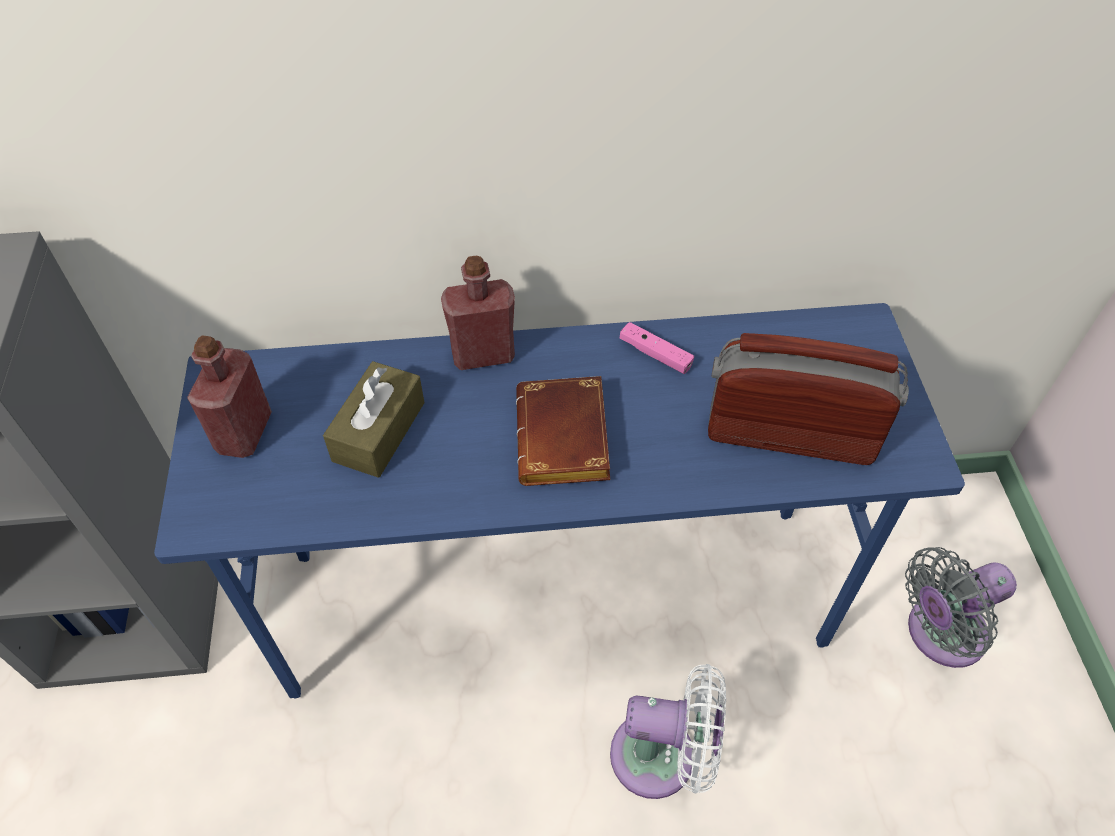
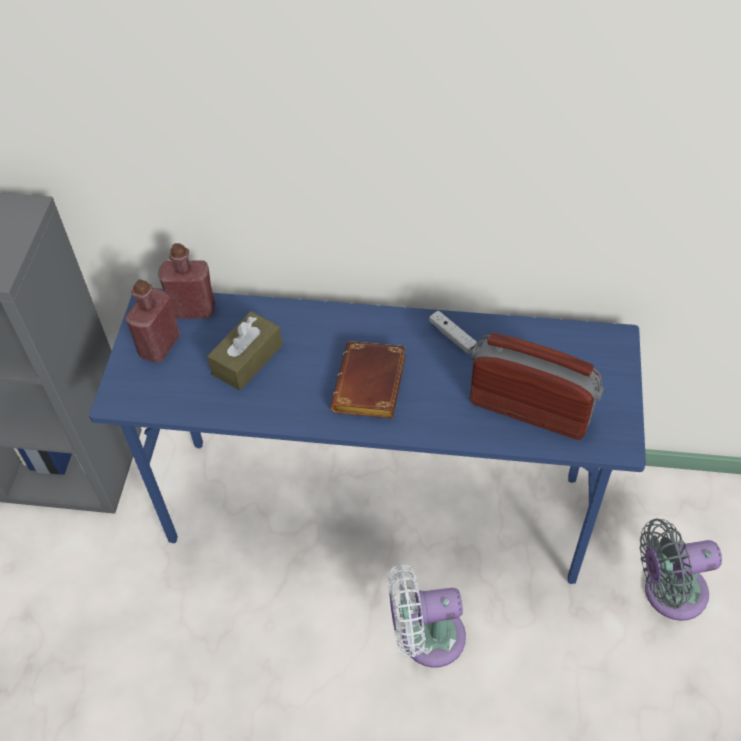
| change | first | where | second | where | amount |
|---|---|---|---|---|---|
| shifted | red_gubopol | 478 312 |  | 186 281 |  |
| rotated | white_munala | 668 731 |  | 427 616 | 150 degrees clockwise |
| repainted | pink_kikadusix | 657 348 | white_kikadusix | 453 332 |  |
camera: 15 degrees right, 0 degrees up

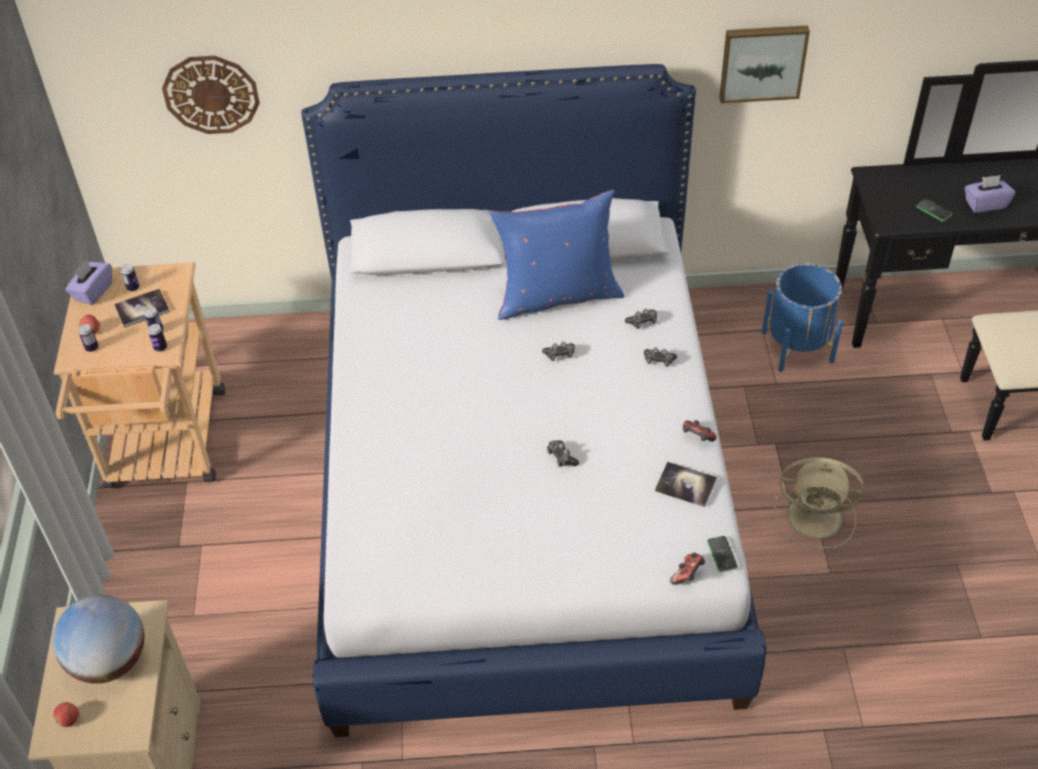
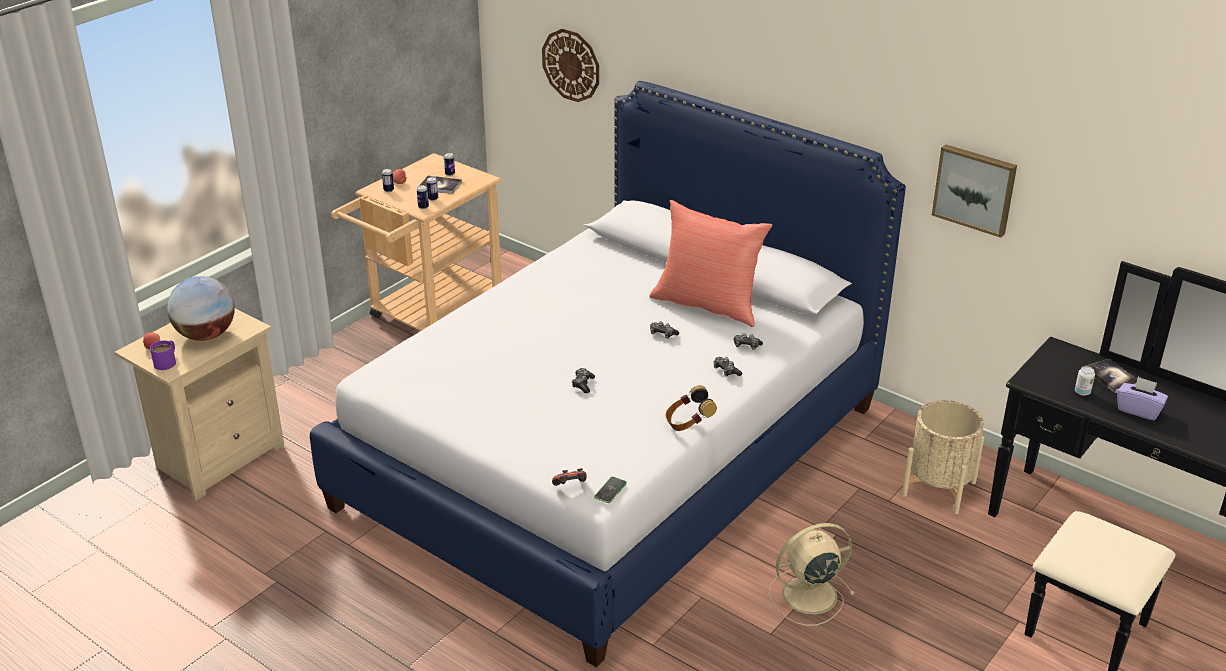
| change | first | where | second | where | amount |
|---|---|---|---|---|---|
| new |  |  | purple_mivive | 163 355 |  |
| repainted | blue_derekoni | 556 255 | red_derekoni | 711 263 |  |
| swapped | kikadusix | 700 431 | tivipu | 691 408 |  |
| rotated | beige_munala | 819 503 |  | 812 574 | 105 degrees clockwise |
| repainted | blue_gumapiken | 802 317 | beige_gumapiken | 943 457 |  |
| swapped | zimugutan | 934 210 | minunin | 1085 381 |  |
| shifted | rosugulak | 686 484 |  | 1111 376 |  |
| gone | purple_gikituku | 88 282 |  |  |  |
camera: 40 degrees right, 15 degrees down

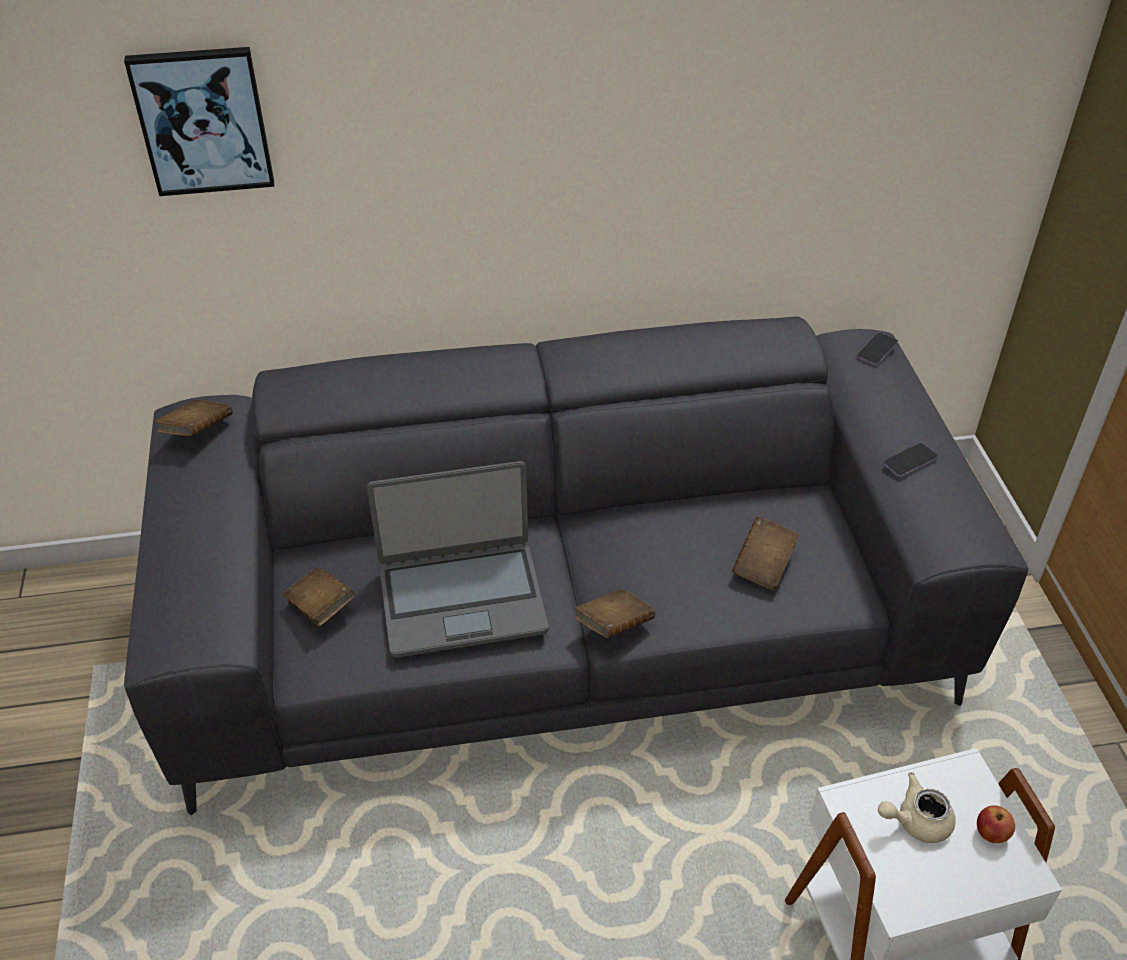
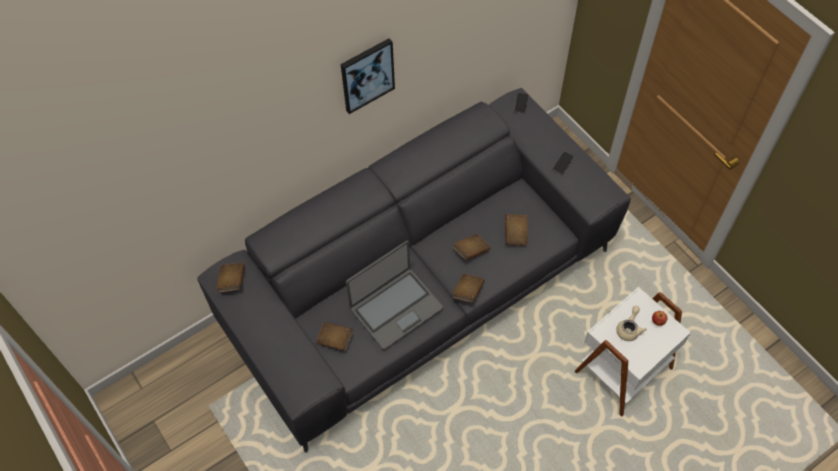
| change | first | where | second | where | amount |
|---|---|---|---|---|---|
| shifted | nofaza | 199 121 |  | 368 76 |  |
| new |  |  | brown_rosugulak | 471 247 |  |
| rotated | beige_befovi | 917 807 |  | 631 323 | 150 degrees clockwise |
camera: 25 degrees left, 15 degrees up

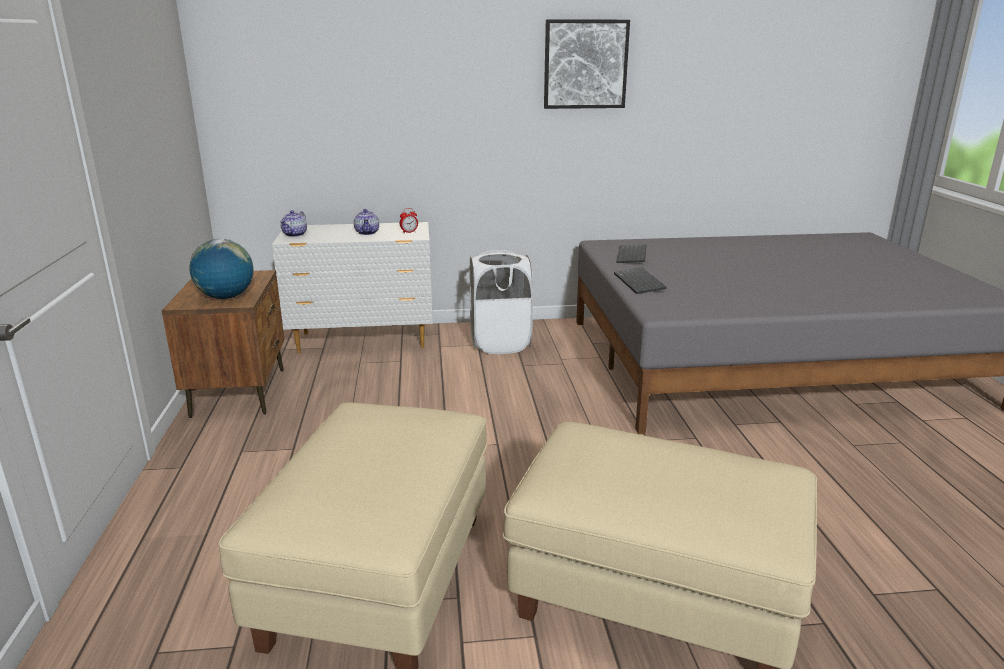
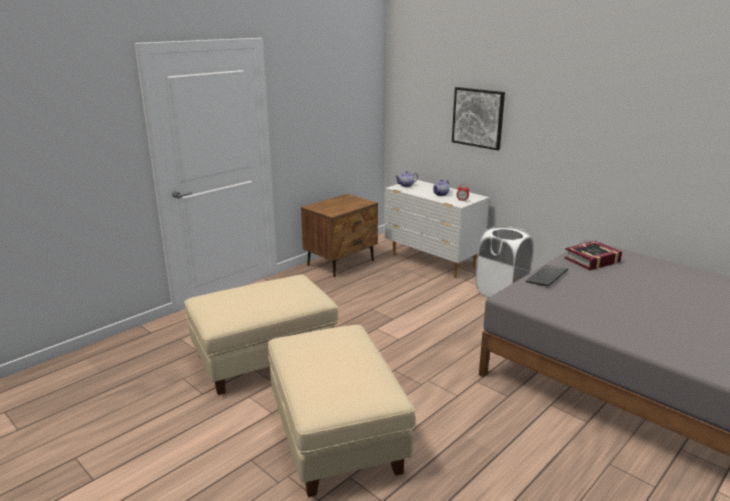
| change | first | where | second | where | amount |
|---|---|---|---|---|---|
| shifted | nofaza | 587 64 |  | 478 118 |  |
| swapped | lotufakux | 631 253 | rosugulak | 593 255 |  |
| gone | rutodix | 221 269 |  |  |  |
camera: 50 degrees right, 0 degrees up

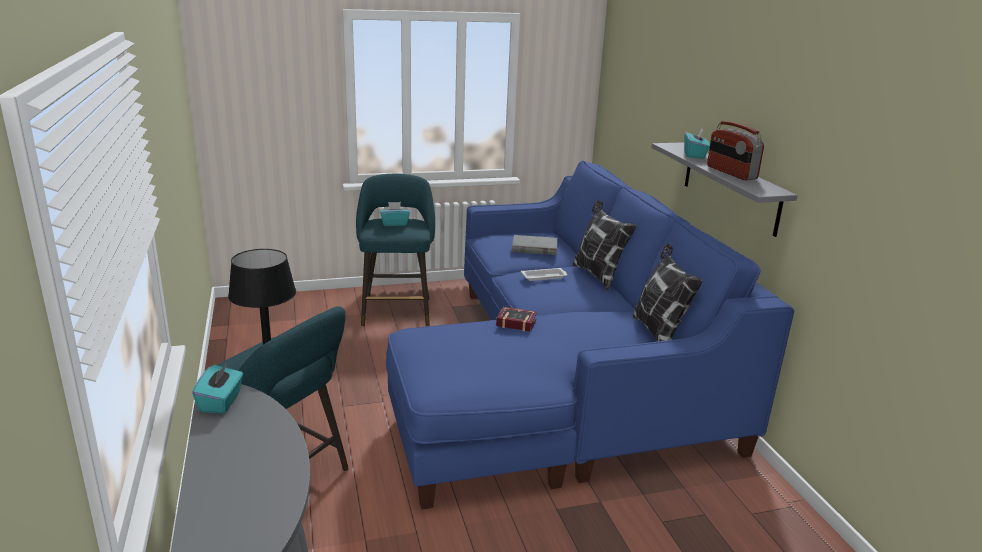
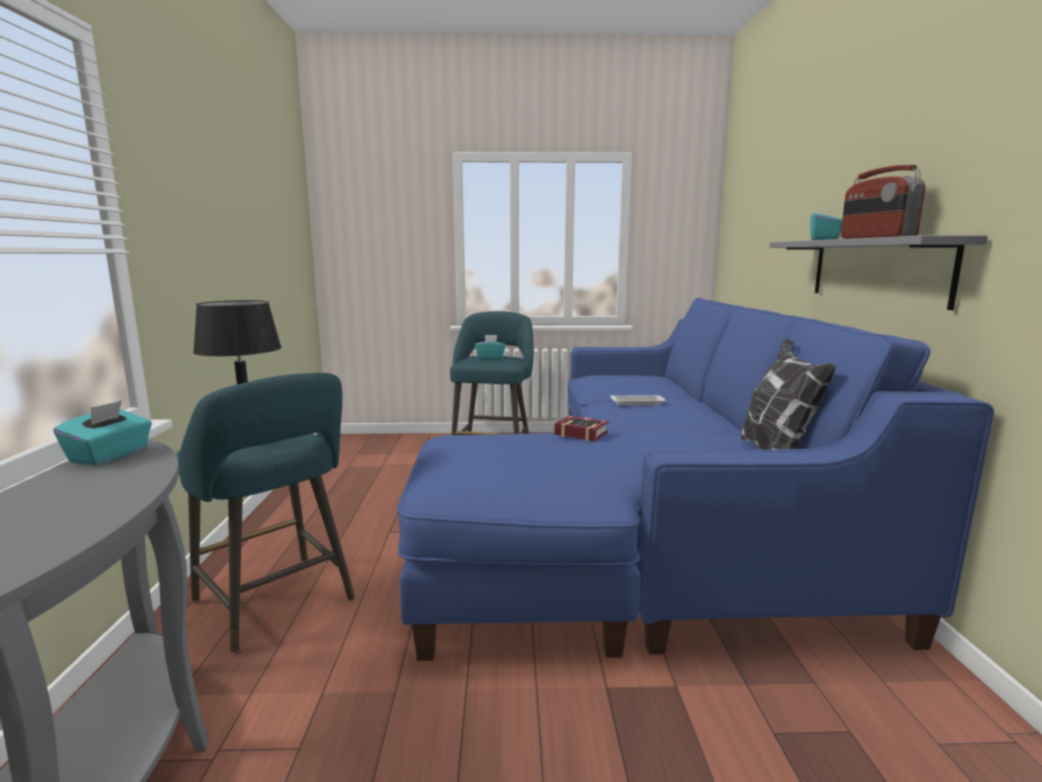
| change | first | where | second | where | amount |
|---|---|---|---|---|---|
| gone | grey_rosugulak | 534 245 |  |  |  |
| gone | derekoni | 604 245 |  |  |  |
camera: 15 degrees right, 10 degrees down

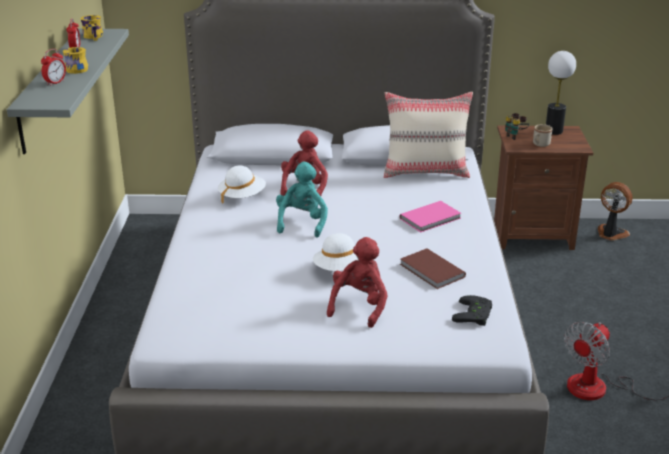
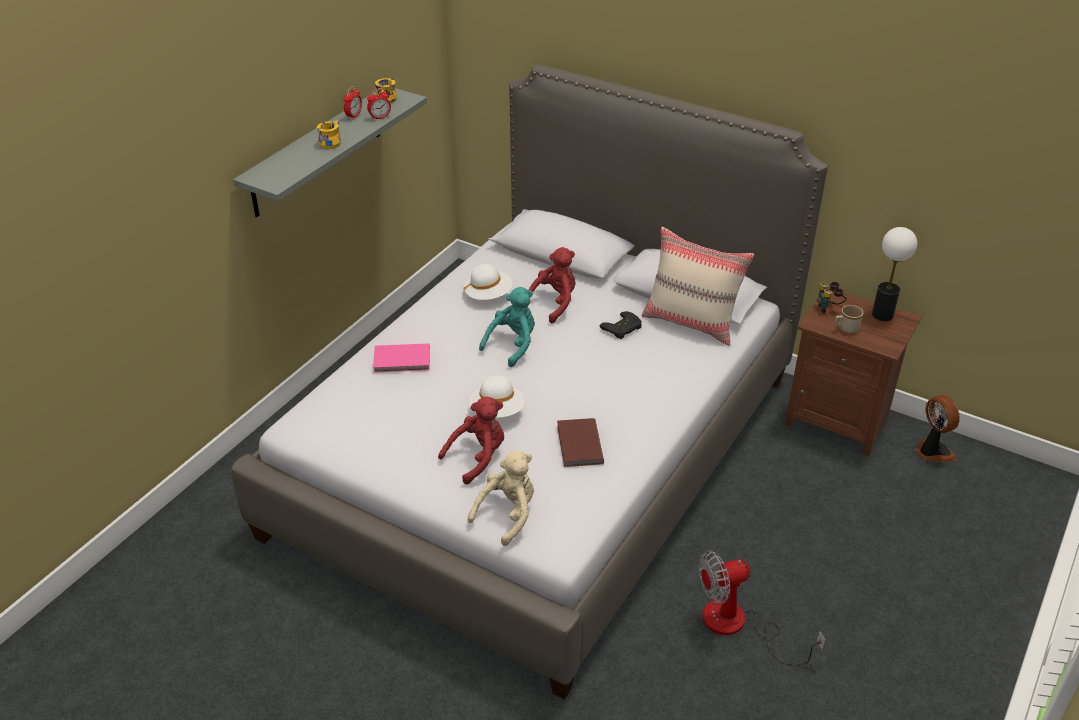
| change | first | where | second | where | amount |
|---|---|---|---|---|---|
| shifted | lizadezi | 53 67 |  | 379 104 |  |
| shifted | pink_rosugulak | 430 216 |  | 401 358 |  |
| new |  |  | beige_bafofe | 500 498 |  |
| shifted | black_kikadusix | 472 310 |  | 621 325 |  |
camera: 30 degrees right, 10 degrees up

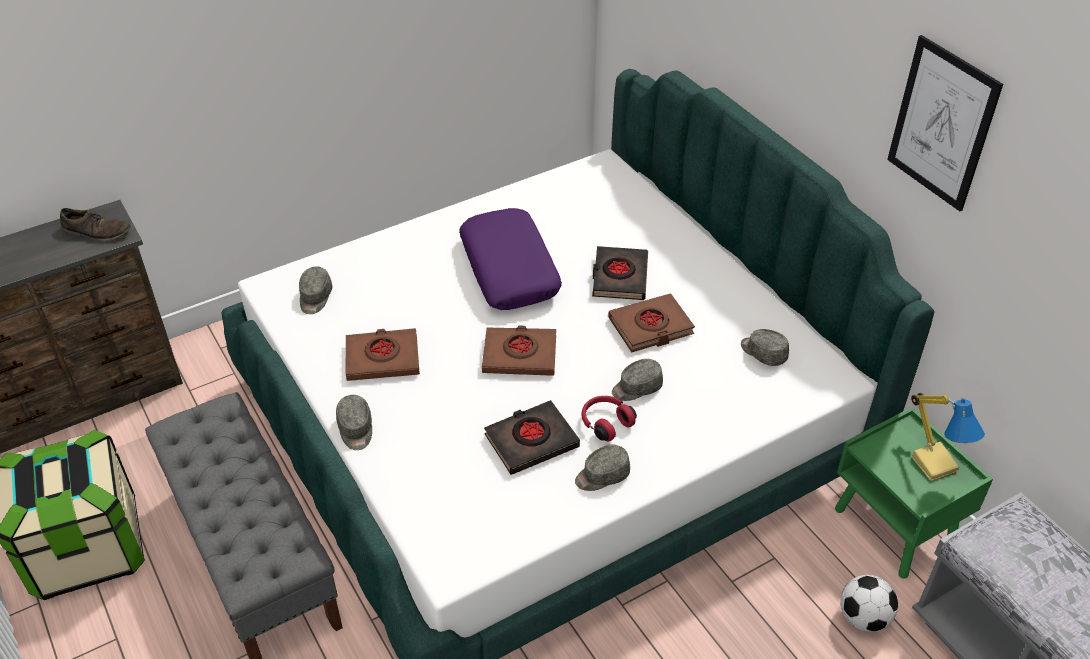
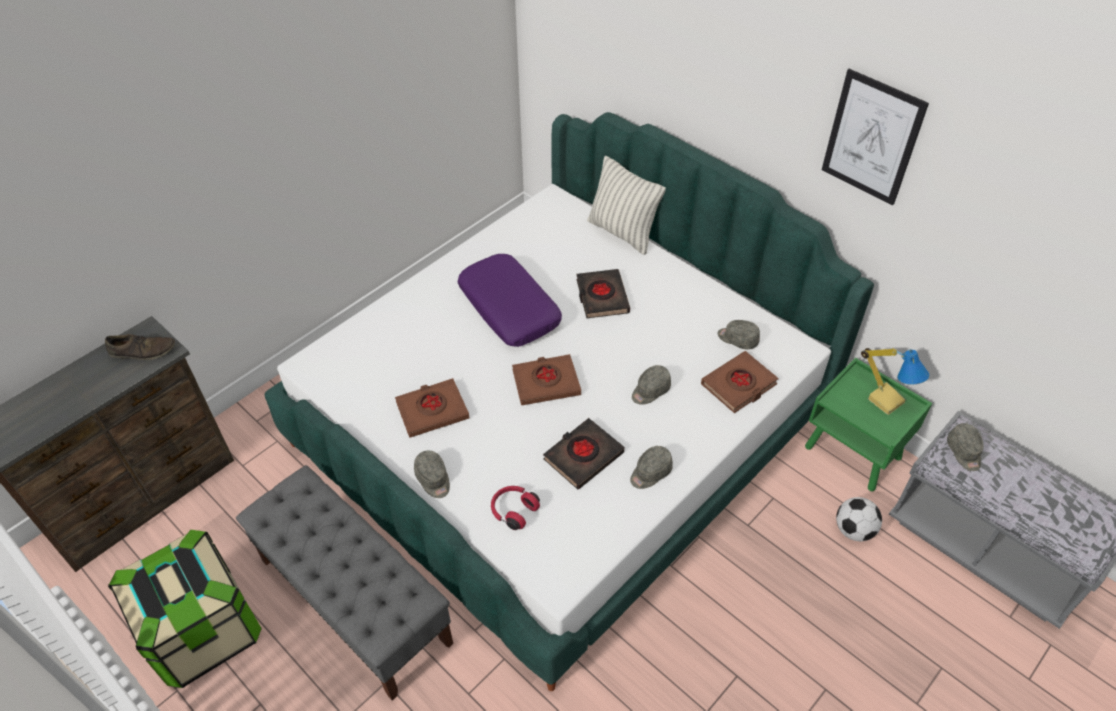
| change | first | where | second | where | amount |
|---|---|---|---|---|---|
| shifted | red_tivipu | 609 418 |  | 515 508 |  |
| new |  |  | derekoni | 626 205 |  |
| shifted | brown_rosugulak | 651 322 |  | 740 382 |  |
| shifted | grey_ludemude | 315 290 |  | 965 447 |  |
camera: 15 degrees left, 5 degrees up

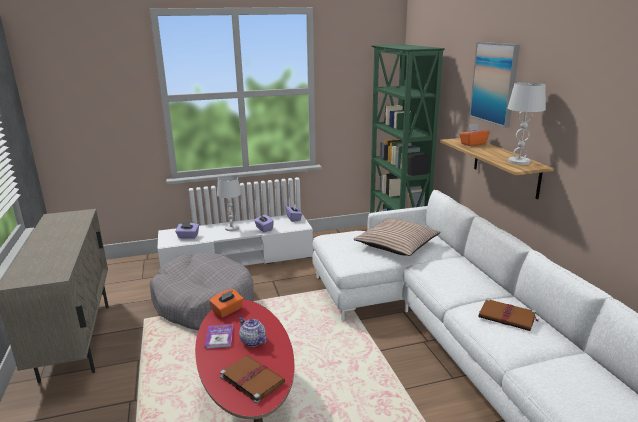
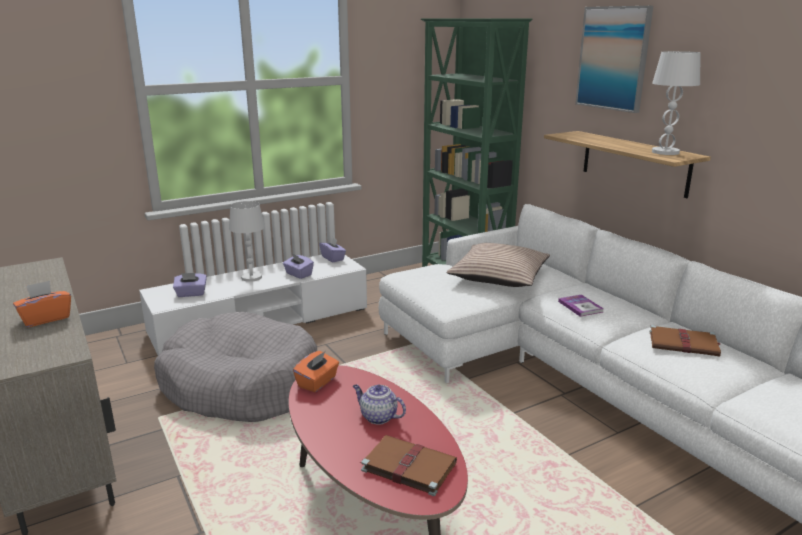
| change | first | where | second | where | amount |
|---|---|---|---|---|---|
| shifted | orange_gikituku | 474 134 |  | 42 304 |  |
| shifted | rosugulak | 219 336 |  | 581 305 |  |
camera: 15 degrees left, 0 degrees up

